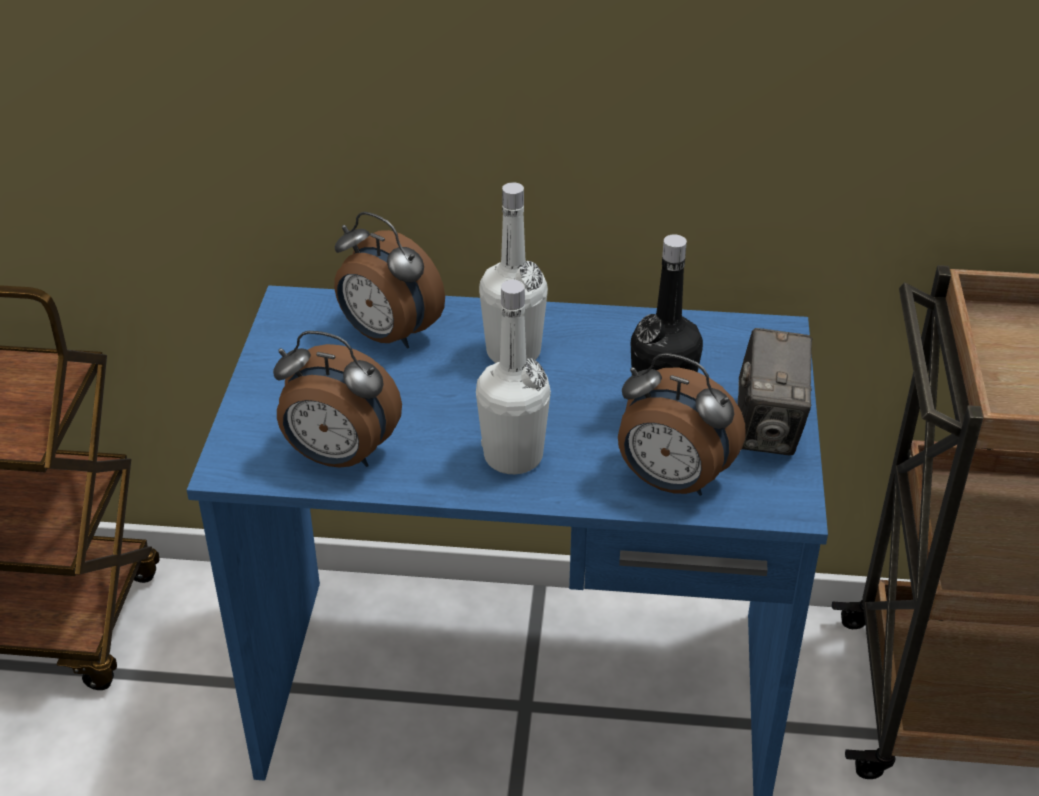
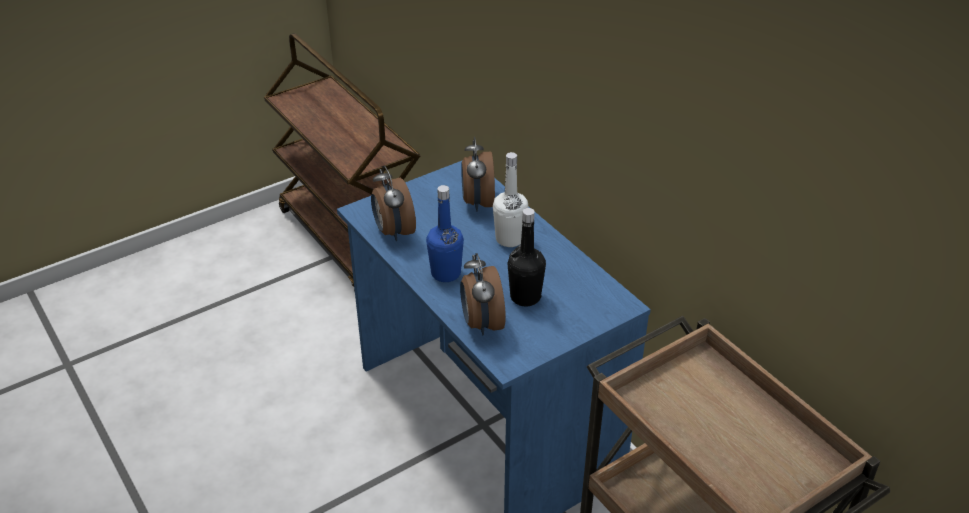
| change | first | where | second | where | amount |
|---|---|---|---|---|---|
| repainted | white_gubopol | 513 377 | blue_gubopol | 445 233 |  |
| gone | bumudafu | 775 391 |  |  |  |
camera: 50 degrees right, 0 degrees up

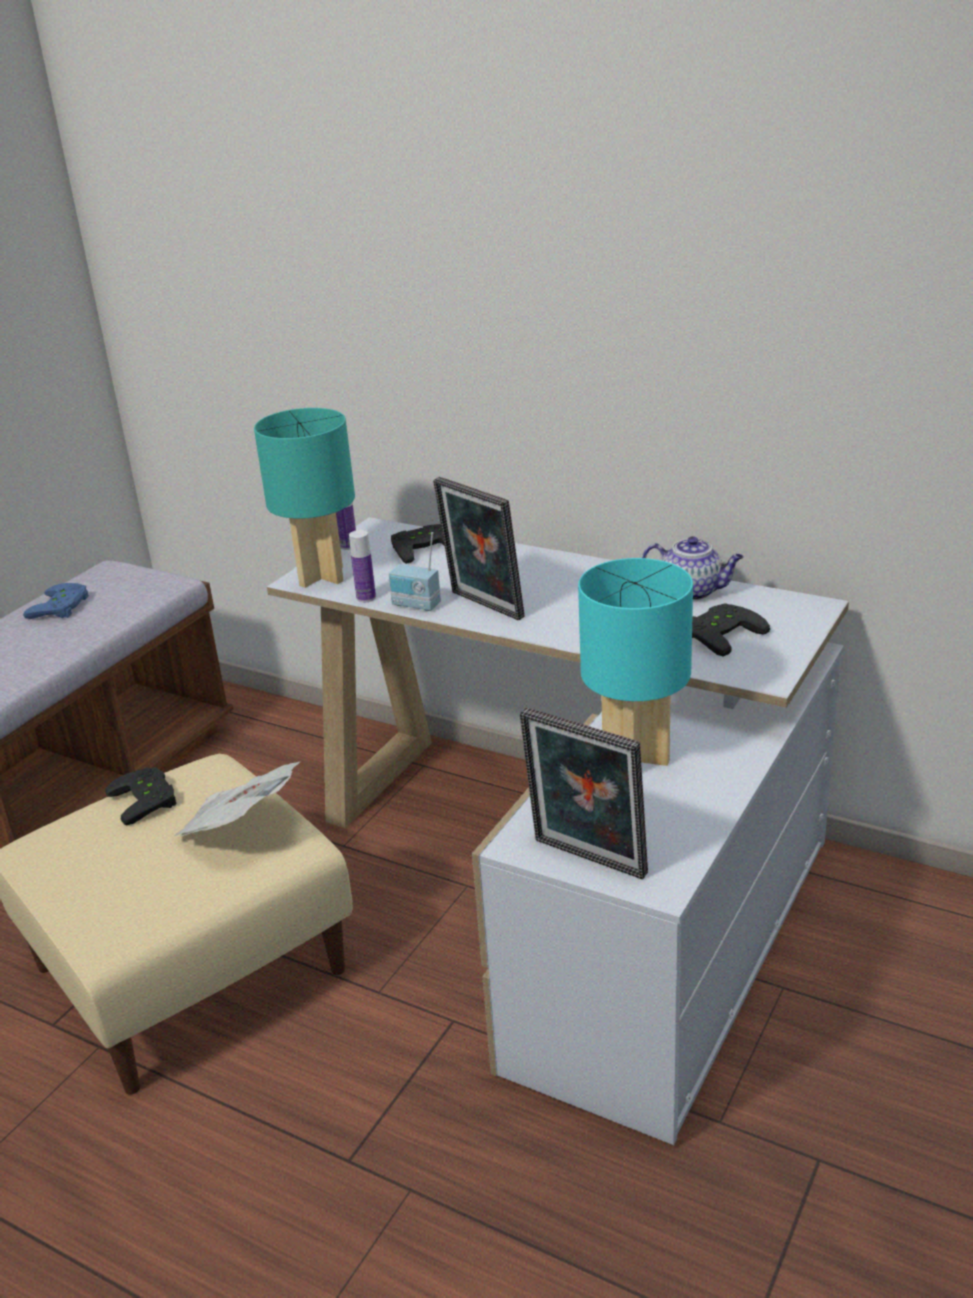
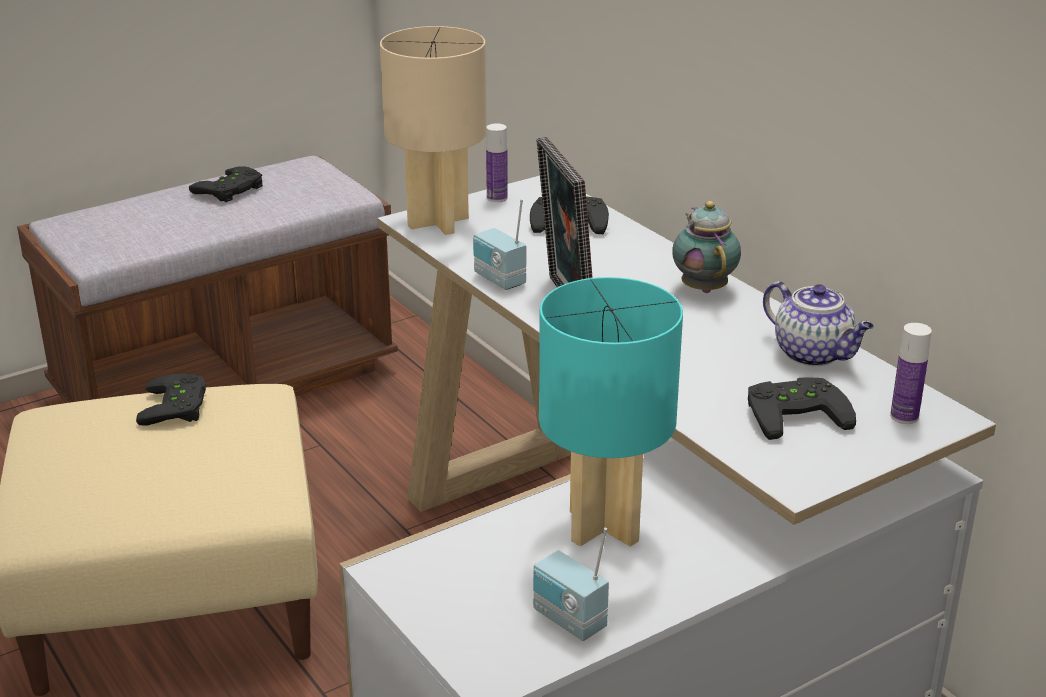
| change | first | where | second | where | amount |
|---|---|---|---|---|---|
| repainted | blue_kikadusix | 56 601 | black_kikadusix | 226 184 |  |
| repainted | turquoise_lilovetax | 304 498 | beige_lilovetax | 433 130 |  |
| new |  |  | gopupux | 571 584 |  |
| new |  |  | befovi | 706 247 |  |
| shifted | gubopol | 362 566 |  | 911 373 |  |
| gone | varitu | 237 799 |  |  |  |
| gone | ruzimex | 584 793 |  |  |  |
camera: 25 degrees right, 0 degrees up

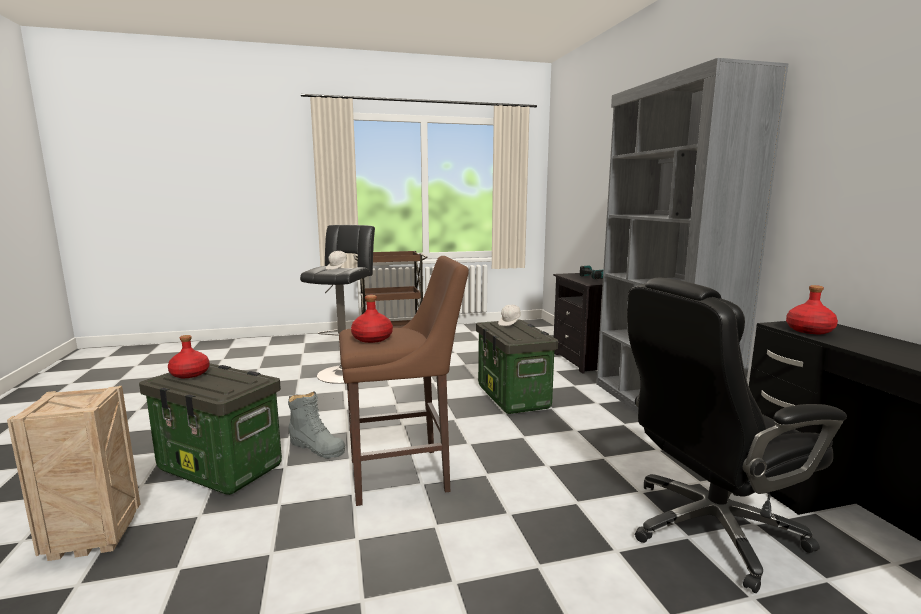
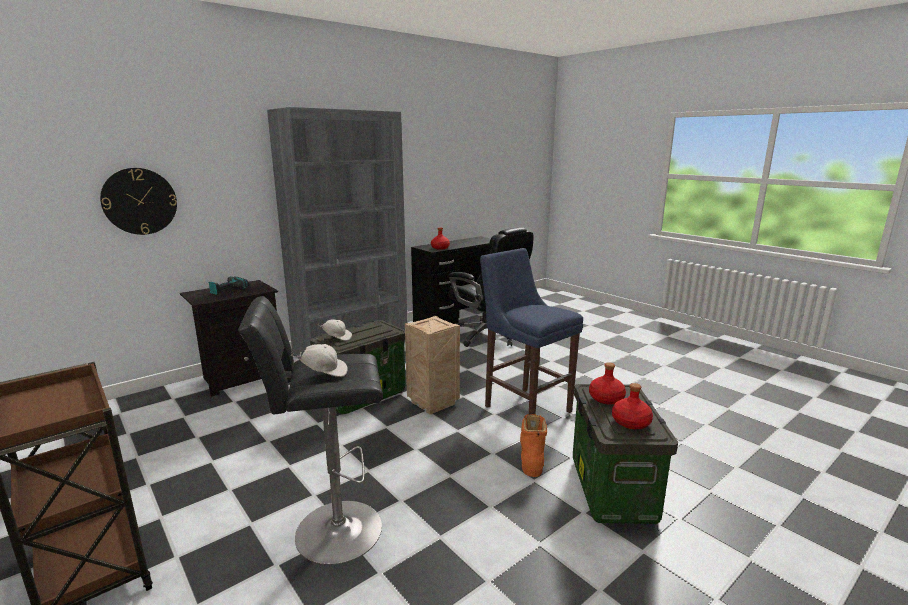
| change | first | where | second | where | amount |
|---|---|---|---|---|---|
| new |  |  | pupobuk | 138 201 |  |
| shifted | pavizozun | 73 473 |  | 432 365 |  |
| repainted | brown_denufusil | 404 381 | blue_denufusil | 531 331 |  |
| repainted | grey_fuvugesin | 316 425 | orange_fuvugesin | 533 445 |  |
| shifted | red_gubopol | 372 319 |  | 607 383 |  |
camera: 115 degrees left, 5 degrees up

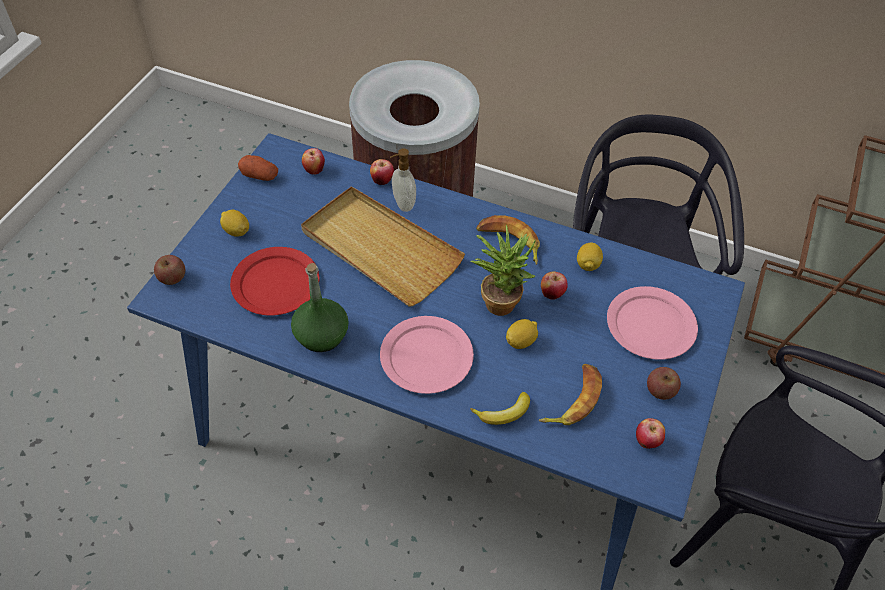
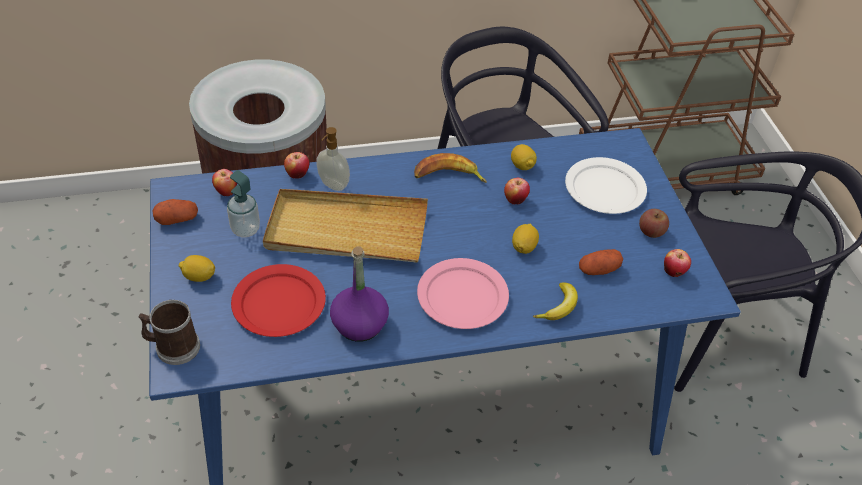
| change | first | where | second | where | amount |
|---|---|---|---|---|---|
| swapped | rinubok | 169 270 | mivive | 169 332 |  |
| new |  |  | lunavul | 243 203 |  |
| repainted | green_gubopol | 320 307 | purple_gubopol | 359 294 |  |
| repainted | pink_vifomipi | 652 323 | white_vifomipi | 606 185 |  |
| swapped | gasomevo | 570 394 | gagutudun | 601 262 |  |
| gone | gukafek | 503 270 |  |  |  |
camera: 35 degrees left, 5 degrees down

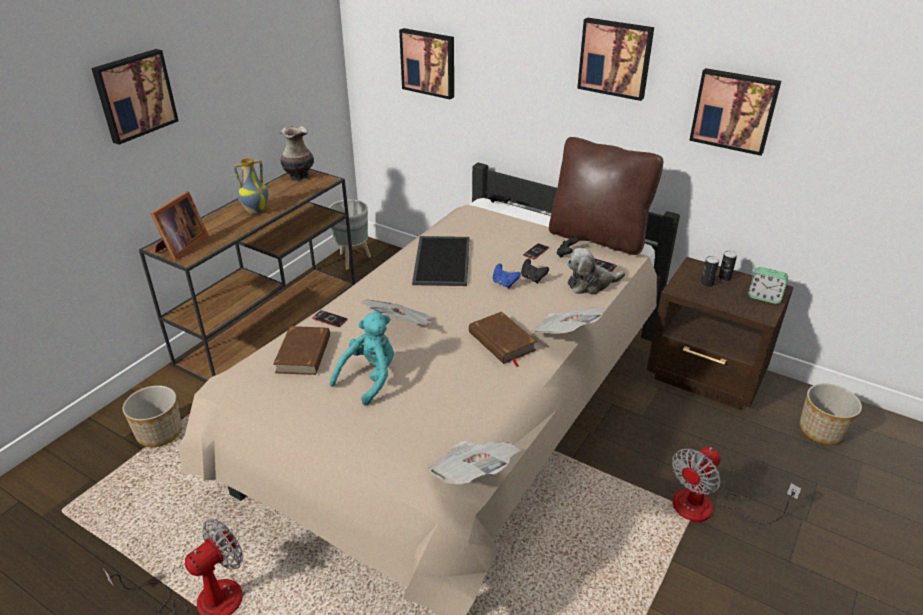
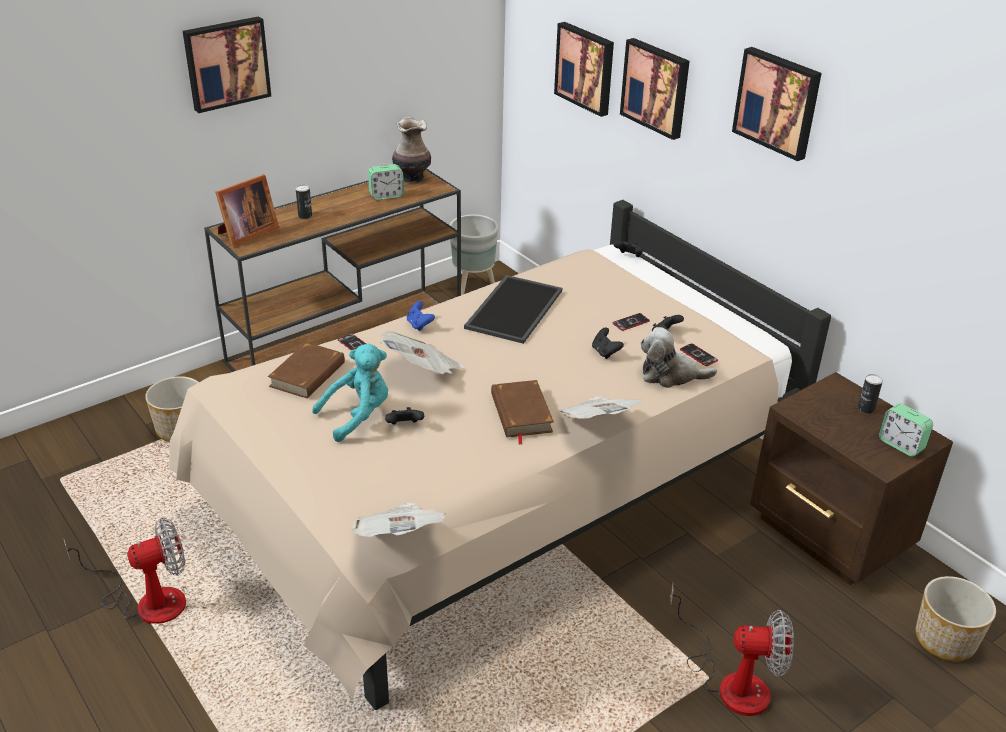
| change | first | where | second | where | amount |
|---|---|---|---|---|---|
| shifted | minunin | 710 271 |  | 304 202 |  |
| new |  |  | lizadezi | 386 182 |  |
| new |  |  | black_kikadusix | 404 416 |  |
| shifted | blue_kikadusix | 507 276 |  | 421 316 |  |
| shifted | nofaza | 735 112 |  | 655 89 |  |
| rotated | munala | 736 485 |  | 732 649 | 150 degrees counterclockwise |
| gone | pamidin | 251 186 |  |  |  |
| gone | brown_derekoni | 606 196 |  |  |  |
camera: 20 degrees right, 0 degrees up

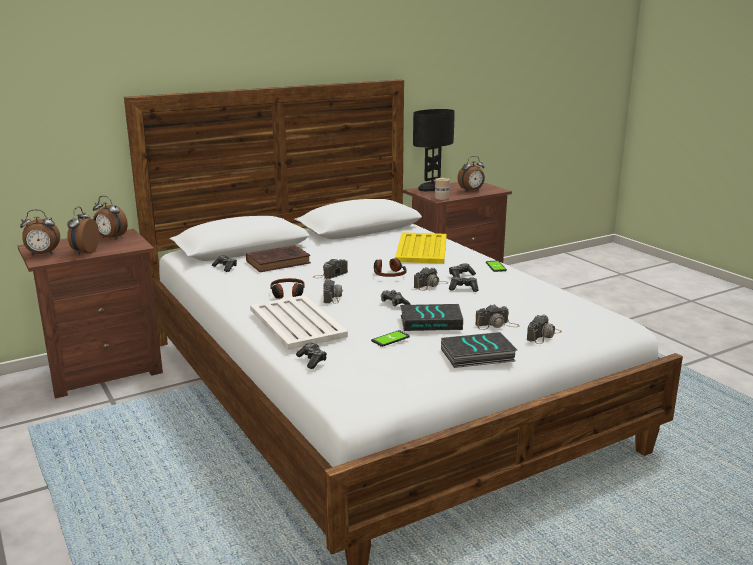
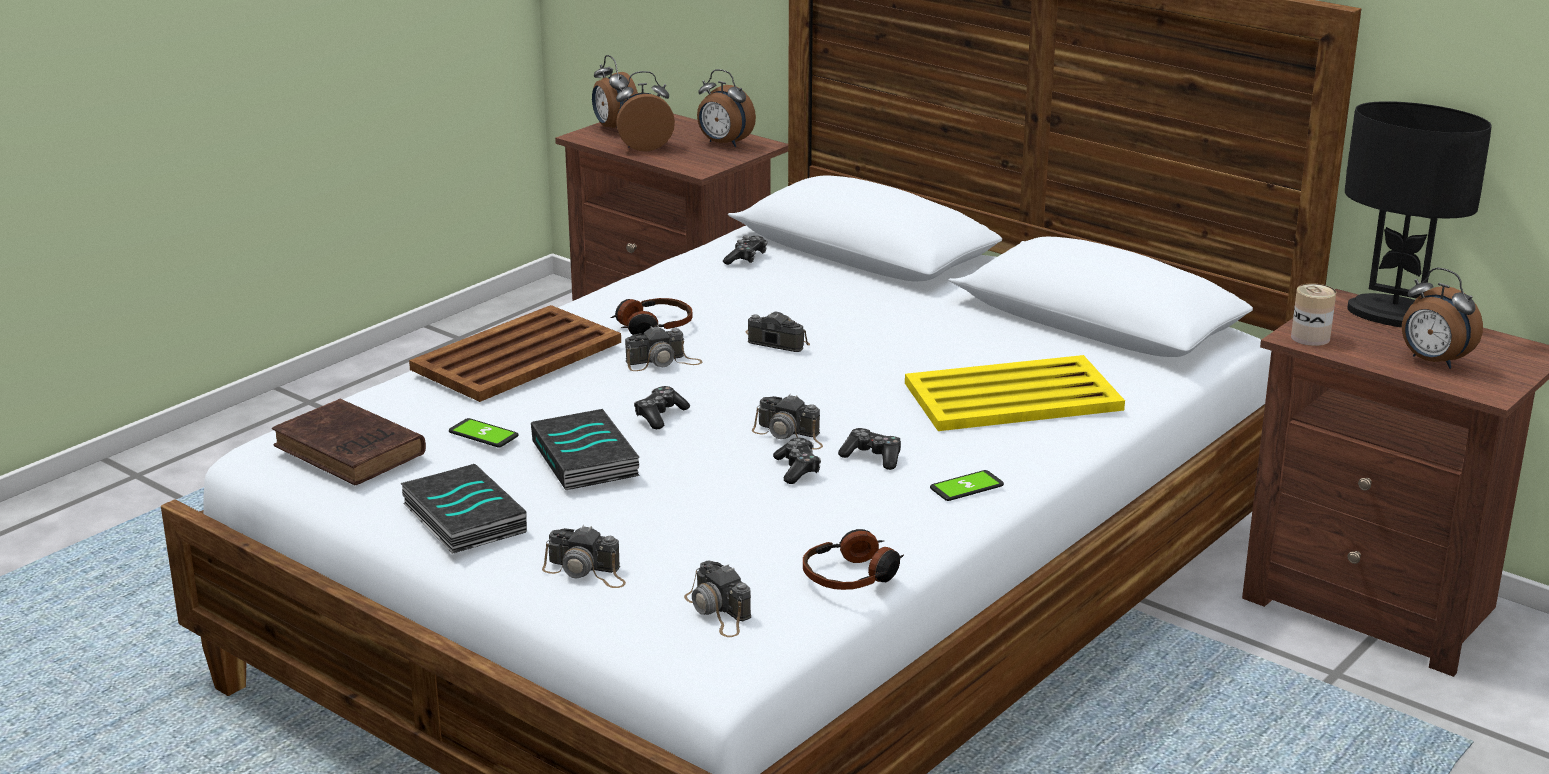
| change | first | where | second | where | amount |
|---|---|---|---|---|---|
| shifted | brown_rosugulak | 278 258 |  | 349 442 |  |
| repainted | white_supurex | 299 322 | brown_supurex | 515 353 |  |
| shifted | bumudafu | 497 317 |  | 717 598 |  |
| rotated | lizadezi | 110 217 |  | 726 108 | 60 degrees counterclockwise |
| shifted | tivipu | 390 267 |  | 853 559 |  |
| gone | kikadusix | 311 356 |  |  |  |
camera: 70 degrees right, 5 degrees up

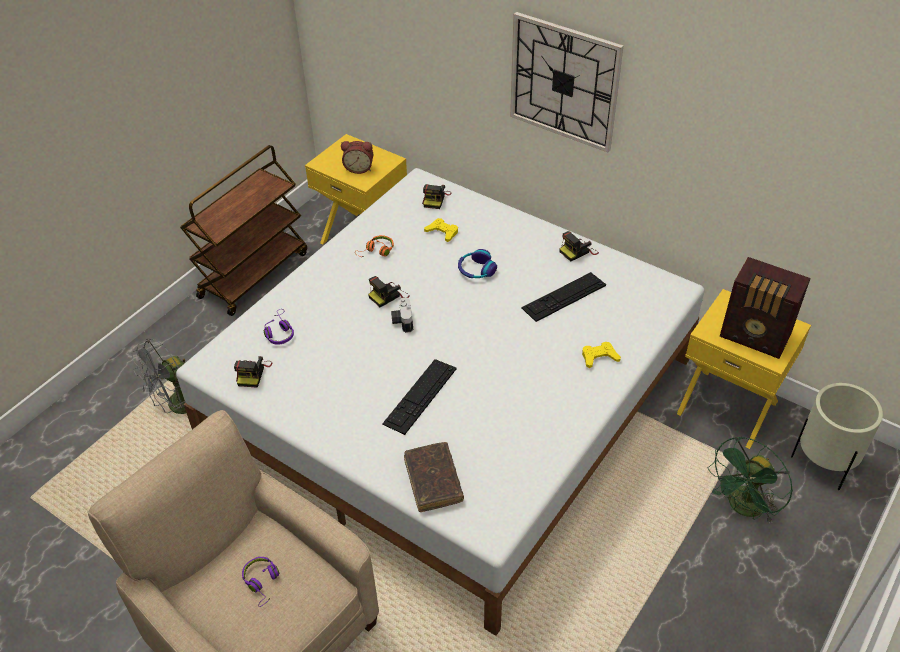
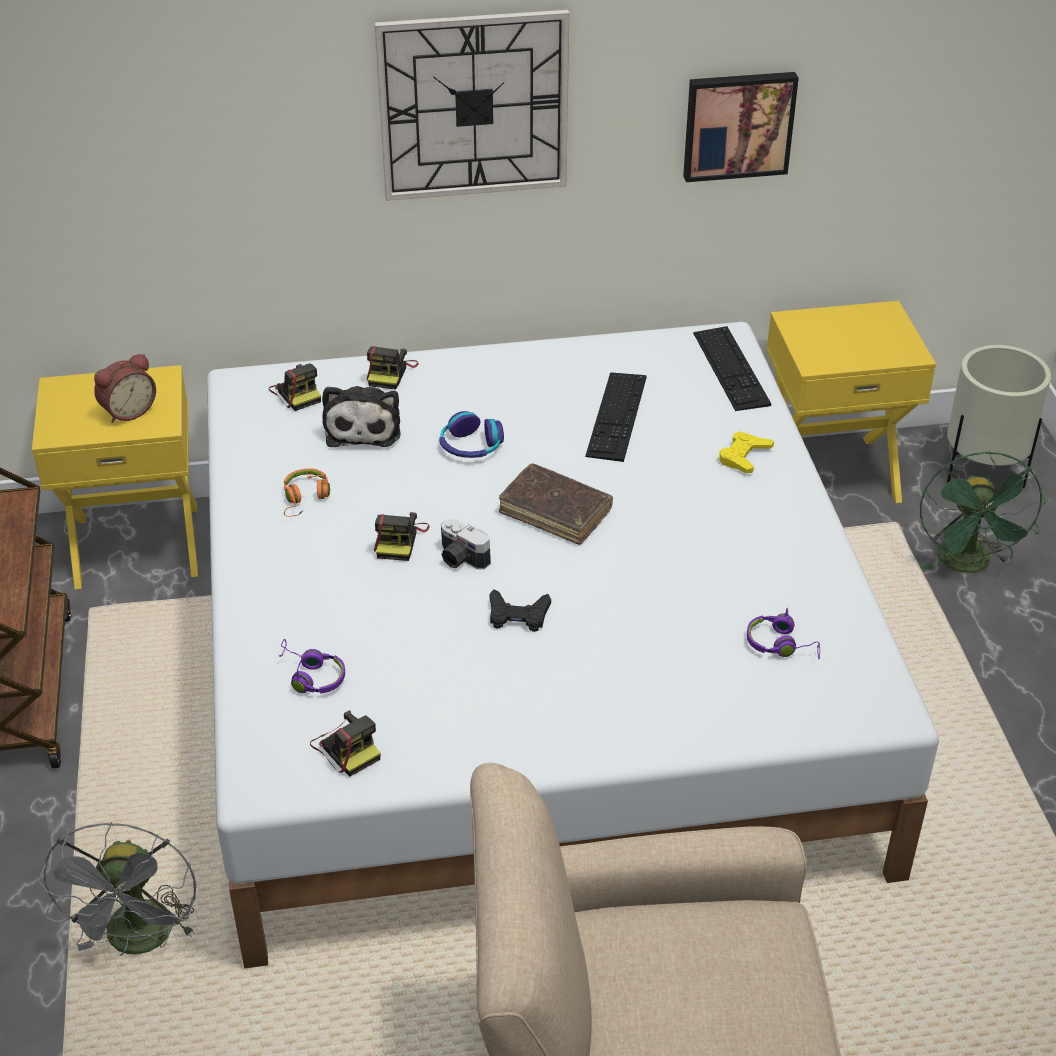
| change | first | where | second | where | amount |
|---|---|---|---|---|---|
| swapped | yellow_kikadusix | 441 230 | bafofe | 361 416 |  |
| shifted | bumudafu | 579 246 |  | 392 368 |  |
| new |  |  | black_kikadusix | 520 610 |  |
| shifted | brown_rosugulak | 434 477 |  | 555 504 |  |
| new |  |  | nofaza | 741 127 |  |
| shifted | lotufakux | 419 397 |  | 732 368 |  |
| shifted | purple_tivipu | 260 582 |  | 783 633 |  |
| gone | gopupux | 765 308 |  |  |  |
camera: 45 degrees left, 5 degrees down

